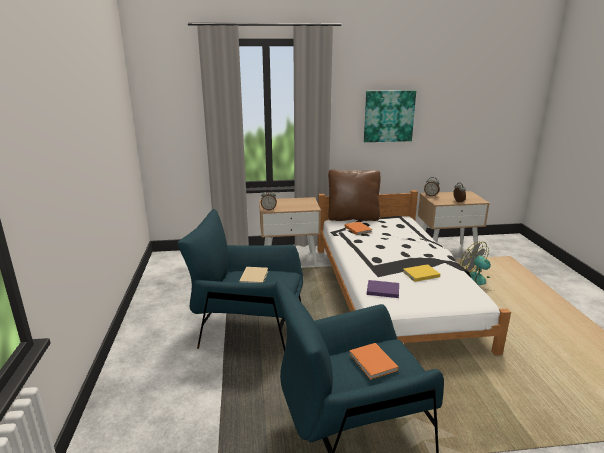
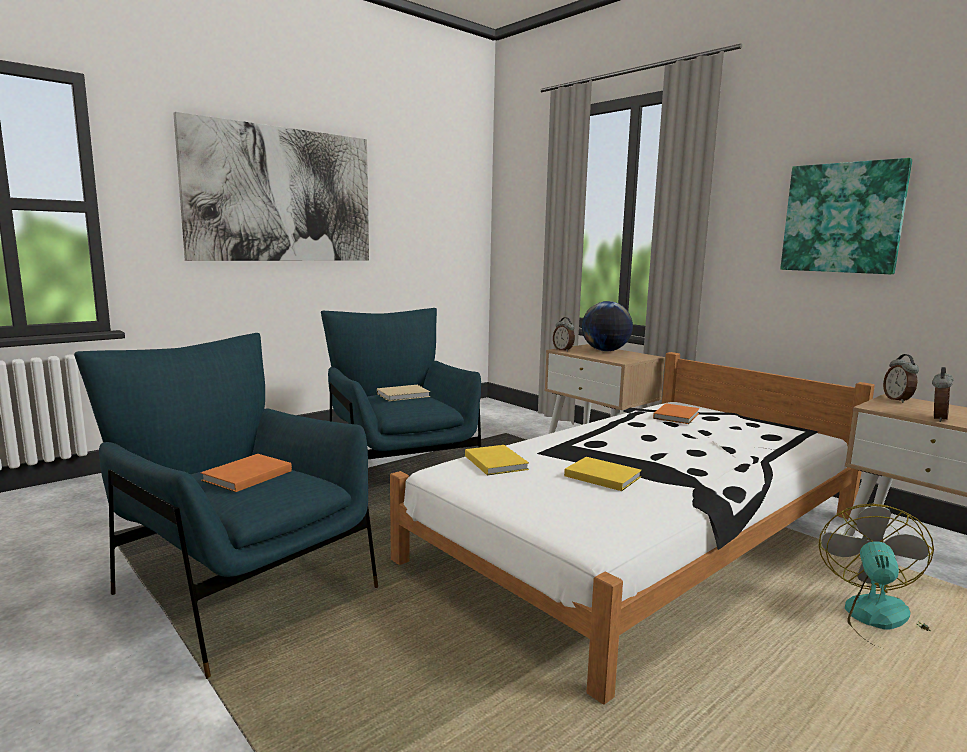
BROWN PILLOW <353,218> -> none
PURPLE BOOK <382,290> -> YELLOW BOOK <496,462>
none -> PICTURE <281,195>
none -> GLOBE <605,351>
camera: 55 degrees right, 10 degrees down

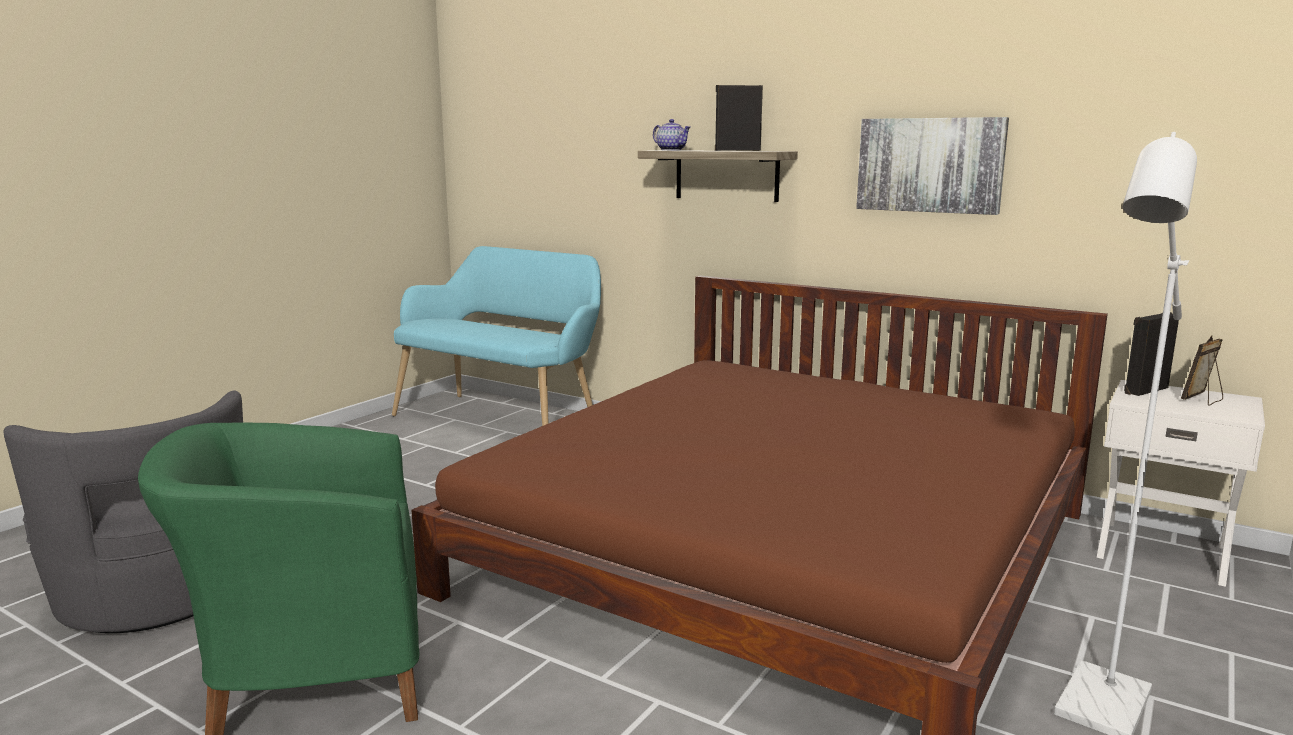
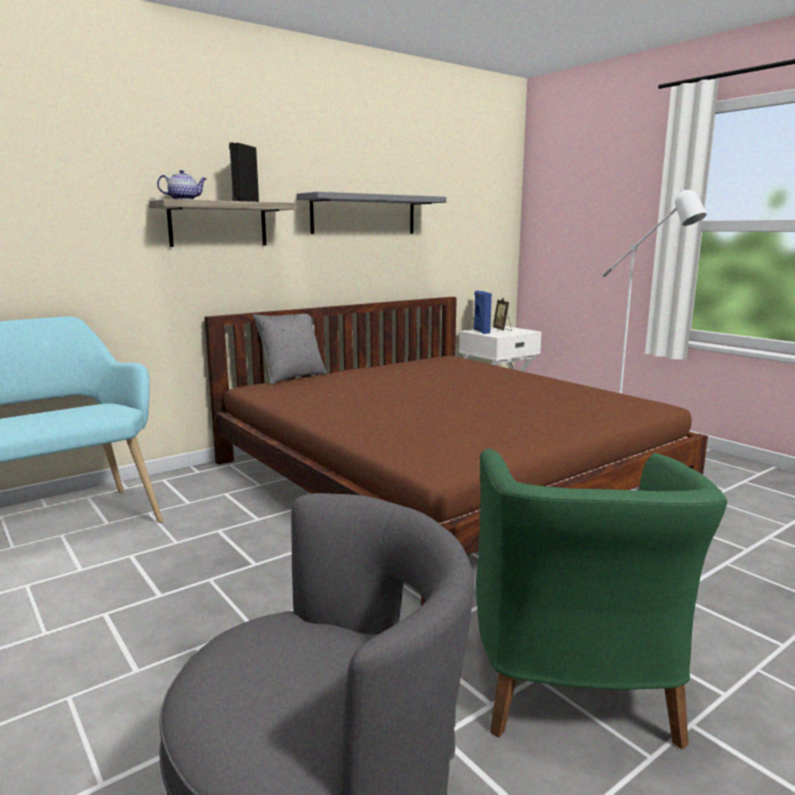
PICTURE <930,165> -> GREY SHELF <364,215>
BLACK SPEAKER <1144,390> -> BLUE SPEAKER <481,331>
none -> GREY PILLOW <292,377>
camera: 70 degrees left, 0 degrees up

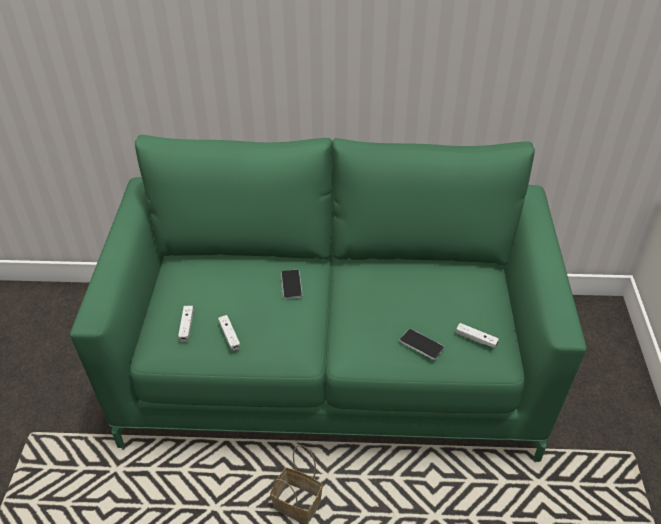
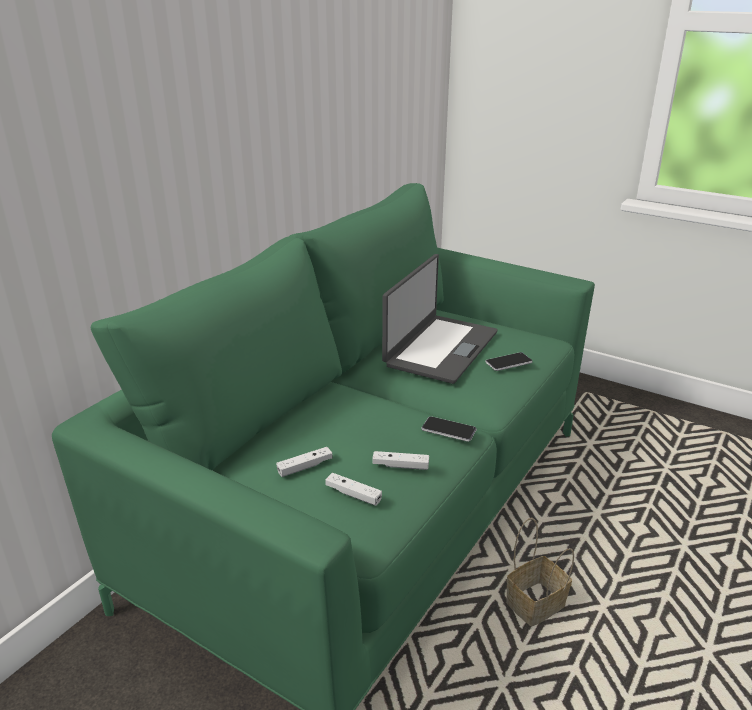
PHONE <291,284> -> PHONE <448,430>, shifted
WHITE GAME CONTROLLER <476,339> -> WHITE GAME CONTROLLER <305,467>, shifted
none -> LAPTOP <440,348>
camera: 60 degrees left, 15 degrees down

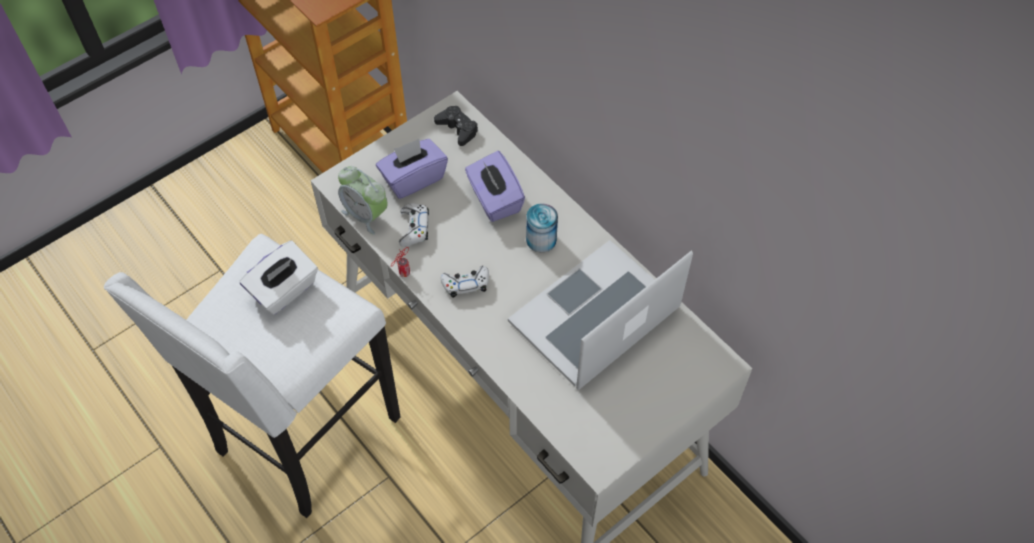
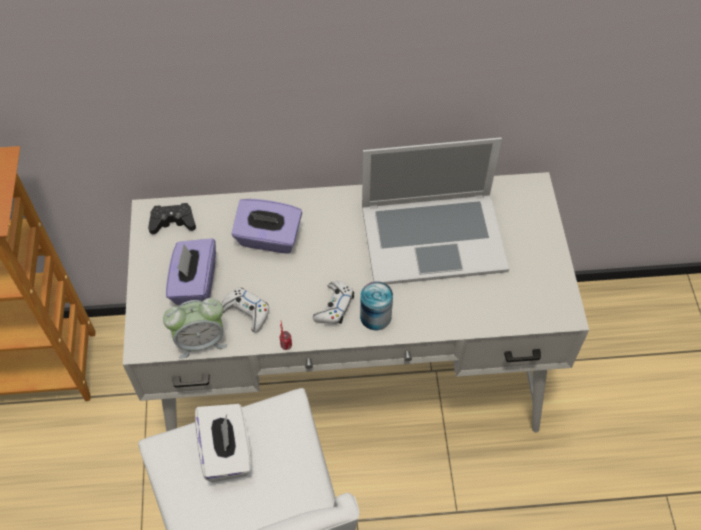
CAN <541,239> -> CAN <375,316>, shifted
LAPTOP <595,315> -> LAPTOP <433,237>, 90 degrees counterclockwise
camera: 55 degrees left, 0 degrees up

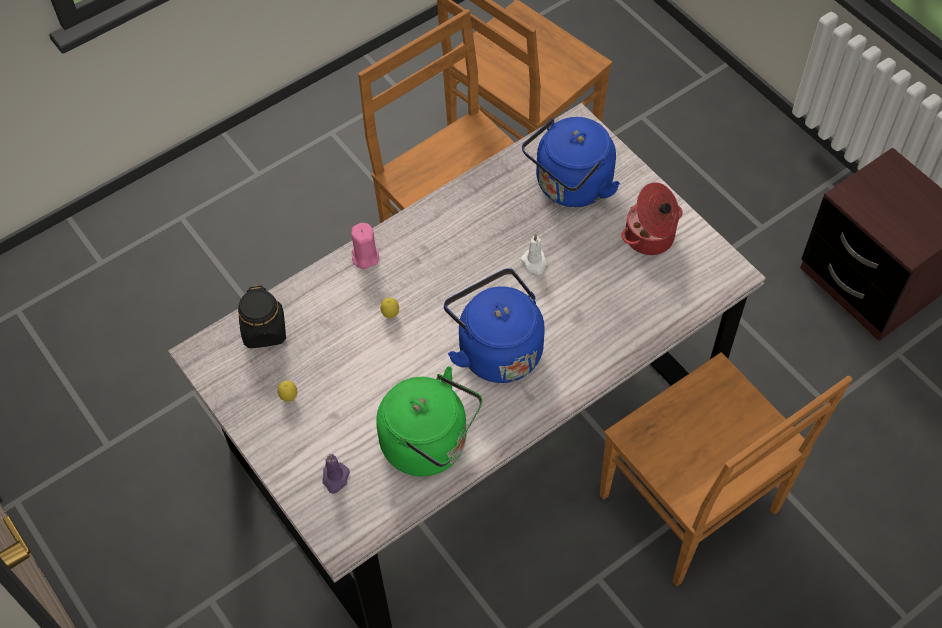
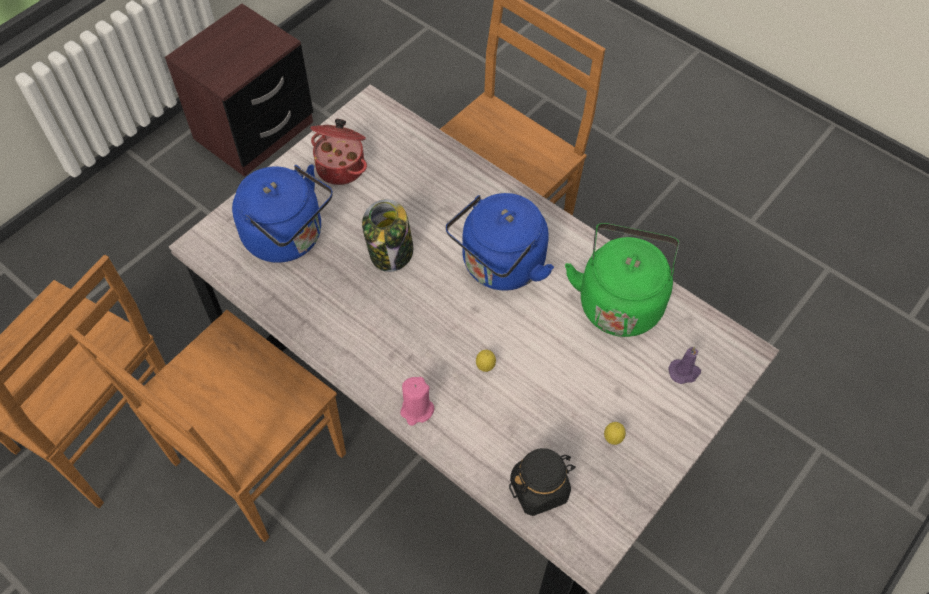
WHITE CANDLE <534,263> -> JAR <391,253>
camera: 105 degrees left, 0 degrees up

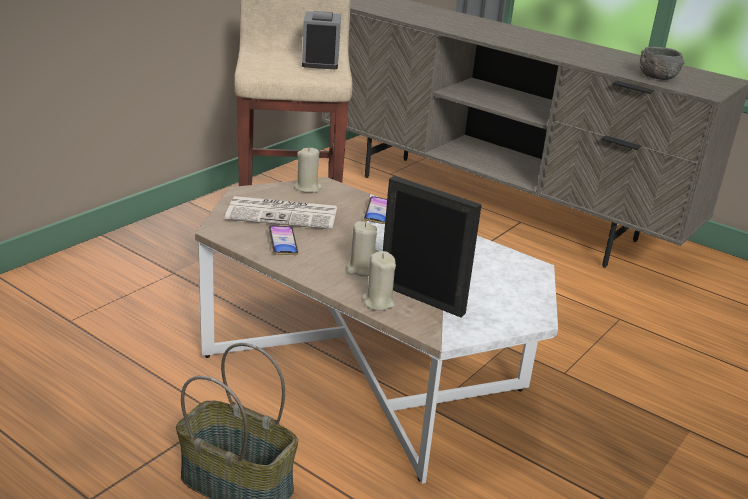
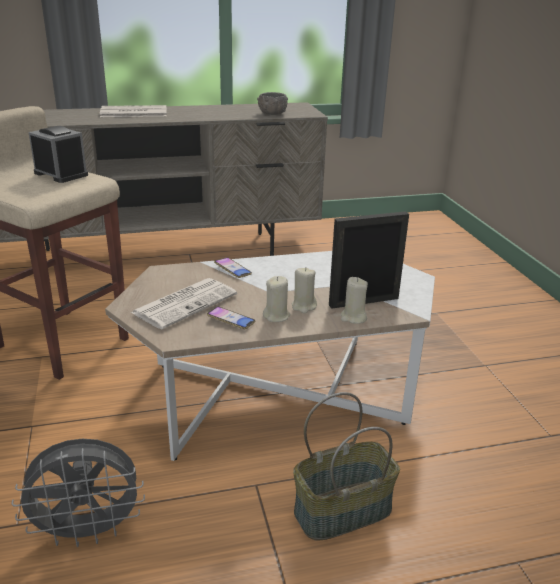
BEIGE CANDLE <307,188> -> BEIGE CANDLE <276,316>, shifted
none -> NEWSPAPER <133,113>
none -> GREY FAN <89,531>
camera: 50 degrees left, 0 degrees up

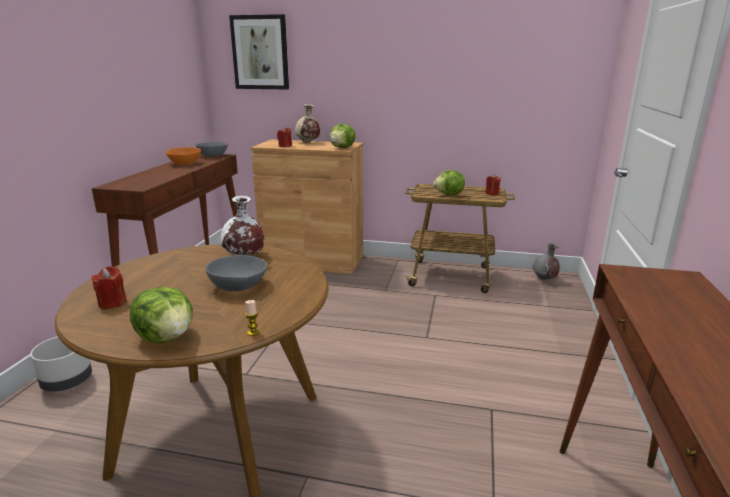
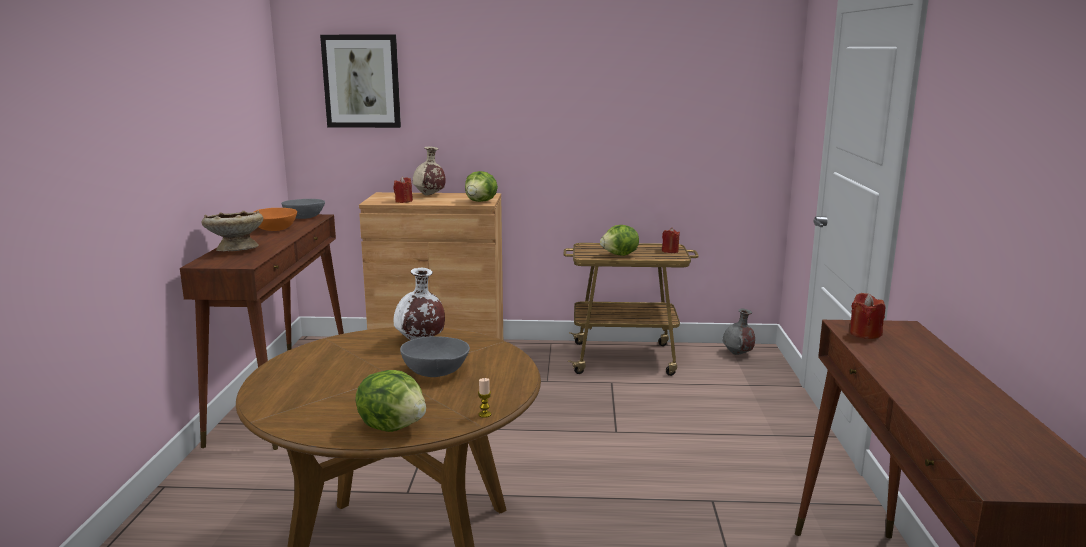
RED CANDLE <112,303> -> RED CANDLE <865,334>, shifted
GREY PLANTER <67,382> -> none
none -> BEIGE BOWL <235,250>
camera: 10 degrees left, 5 degrees down

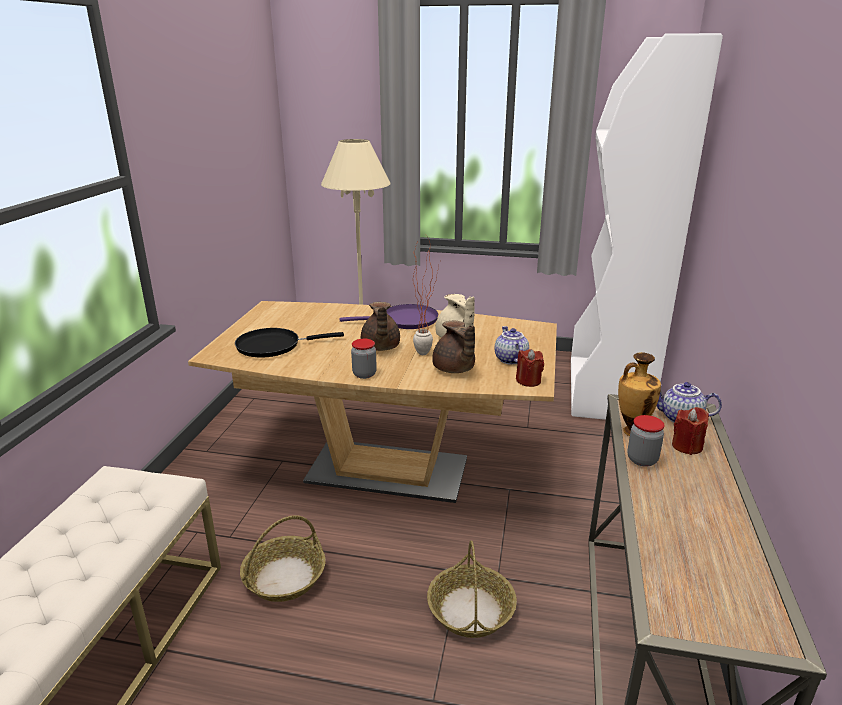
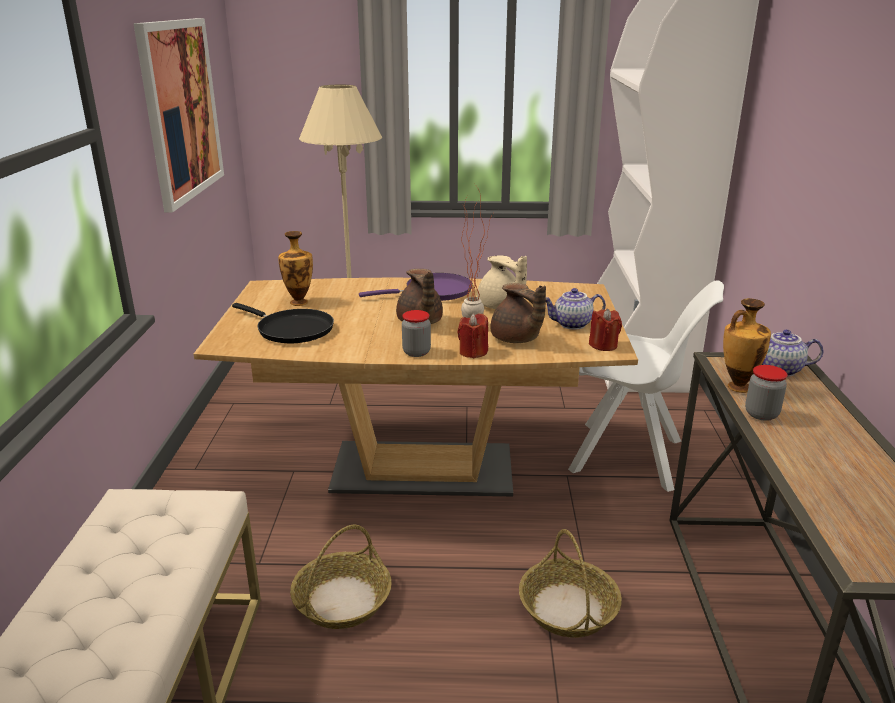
TEAPOT <509,359> -> TEAPOT <572,325>, 75 degrees counterclockwise
BLACK FRYING PAN <273,346> -> BLACK FRYING PAN <291,329>, 120 degrees counterclockwise
RED CANDLE <687,446> -> RED CANDLE <473,352>, shifted
none -> PICTURE <181,110>
none -> VASE <299,302>
none -> WHITE CHAIR <630,457>
camera: 10 degrees left, 0 degrees up

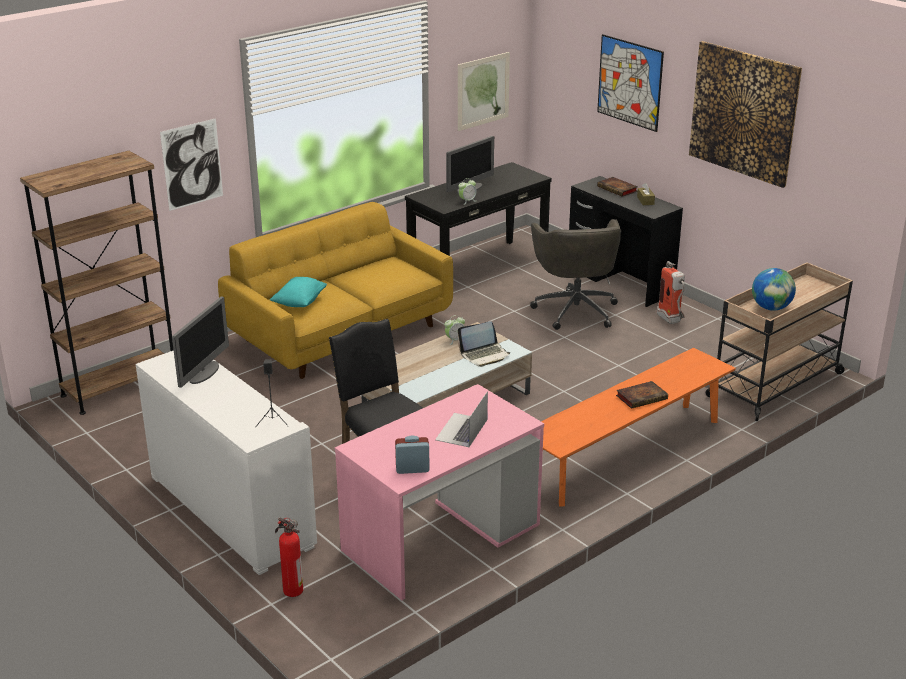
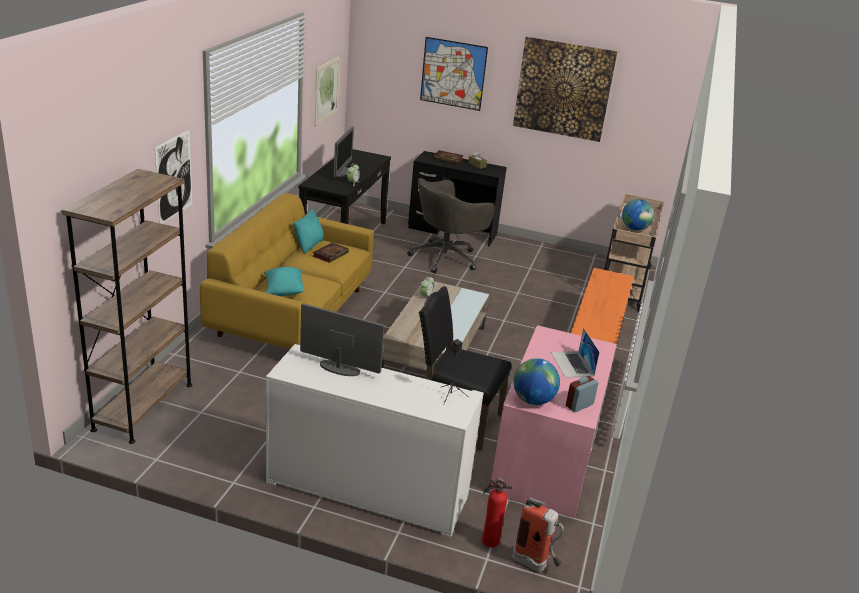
GREY OFFICE CHAIR <575,310> -> GREY OFFICE CHAIR <446,257>, 90 degrees clockwise
FIRE EXTINGUISHER <671,321> -> FIRE EXTINGUISHER <536,565>, shifted
MONITOR <204,373> -> MONITOR <339,368>, 60 degrees counterclockwise
LAPTOP <484,355> -> none
BOOK <642,397> -> BOOK <331,254>, shifted
none -> TURQUOISE PILLOW <309,245>
none -> GLOBE <533,400>
camera: 35 degrees left, 0 degrees up

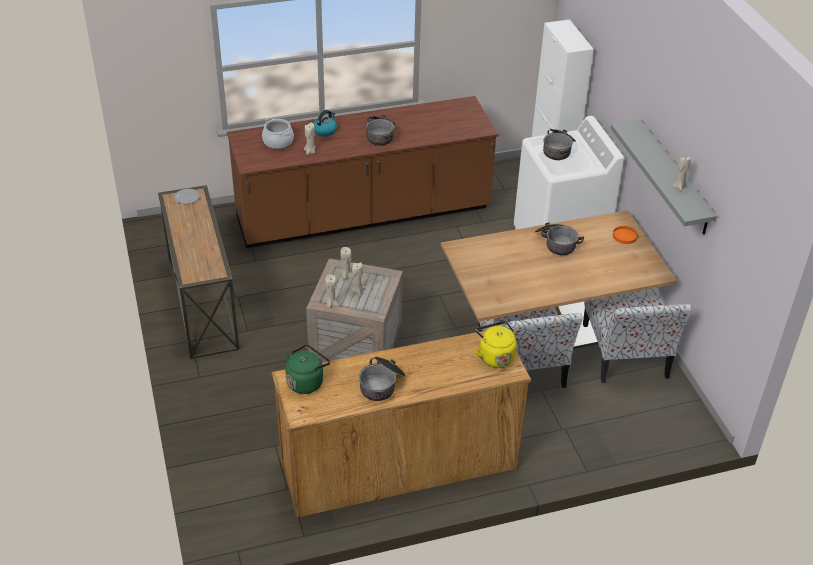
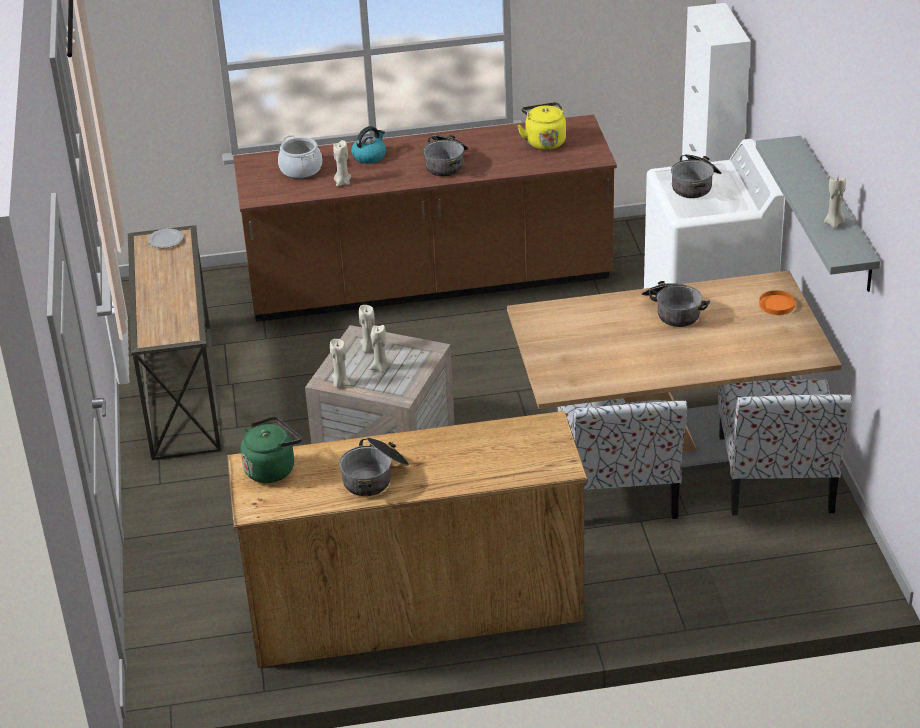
YELLOW KETTLE <495,356> -> YELLOW KETTLE <544,141>, shifted
camera: 10 degrees right, 5 degrees down

